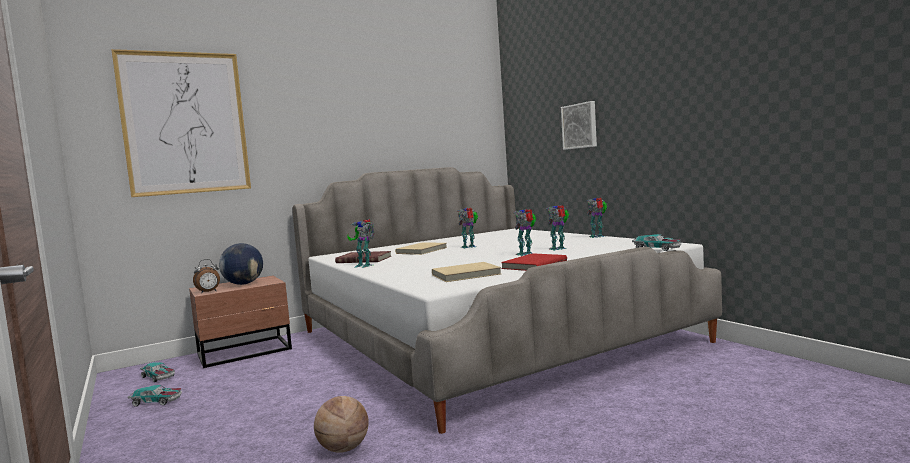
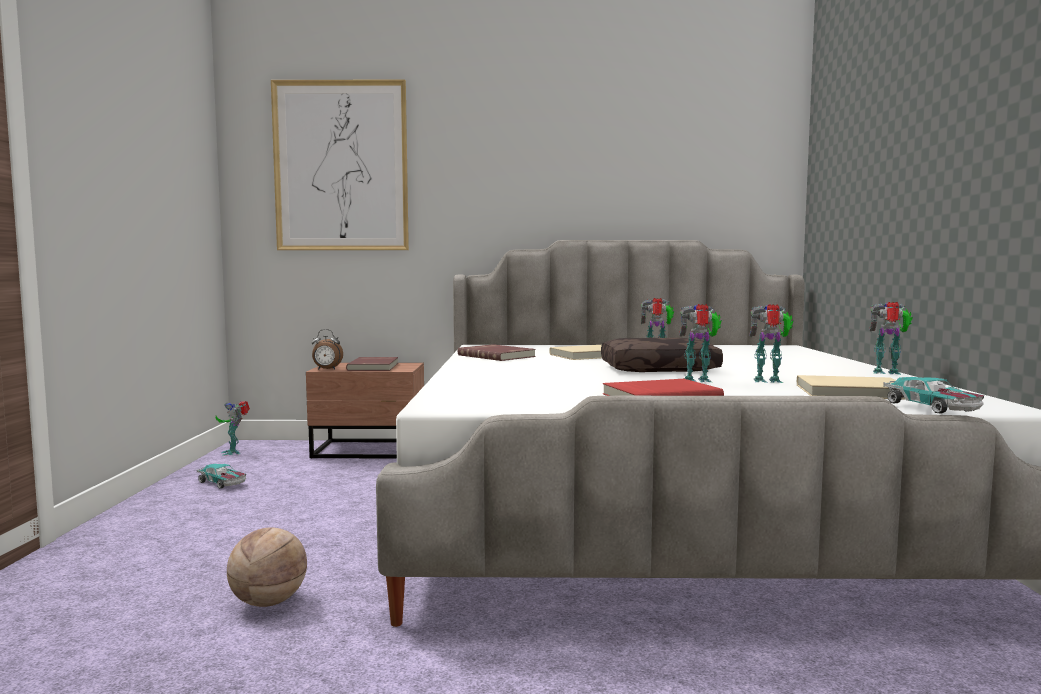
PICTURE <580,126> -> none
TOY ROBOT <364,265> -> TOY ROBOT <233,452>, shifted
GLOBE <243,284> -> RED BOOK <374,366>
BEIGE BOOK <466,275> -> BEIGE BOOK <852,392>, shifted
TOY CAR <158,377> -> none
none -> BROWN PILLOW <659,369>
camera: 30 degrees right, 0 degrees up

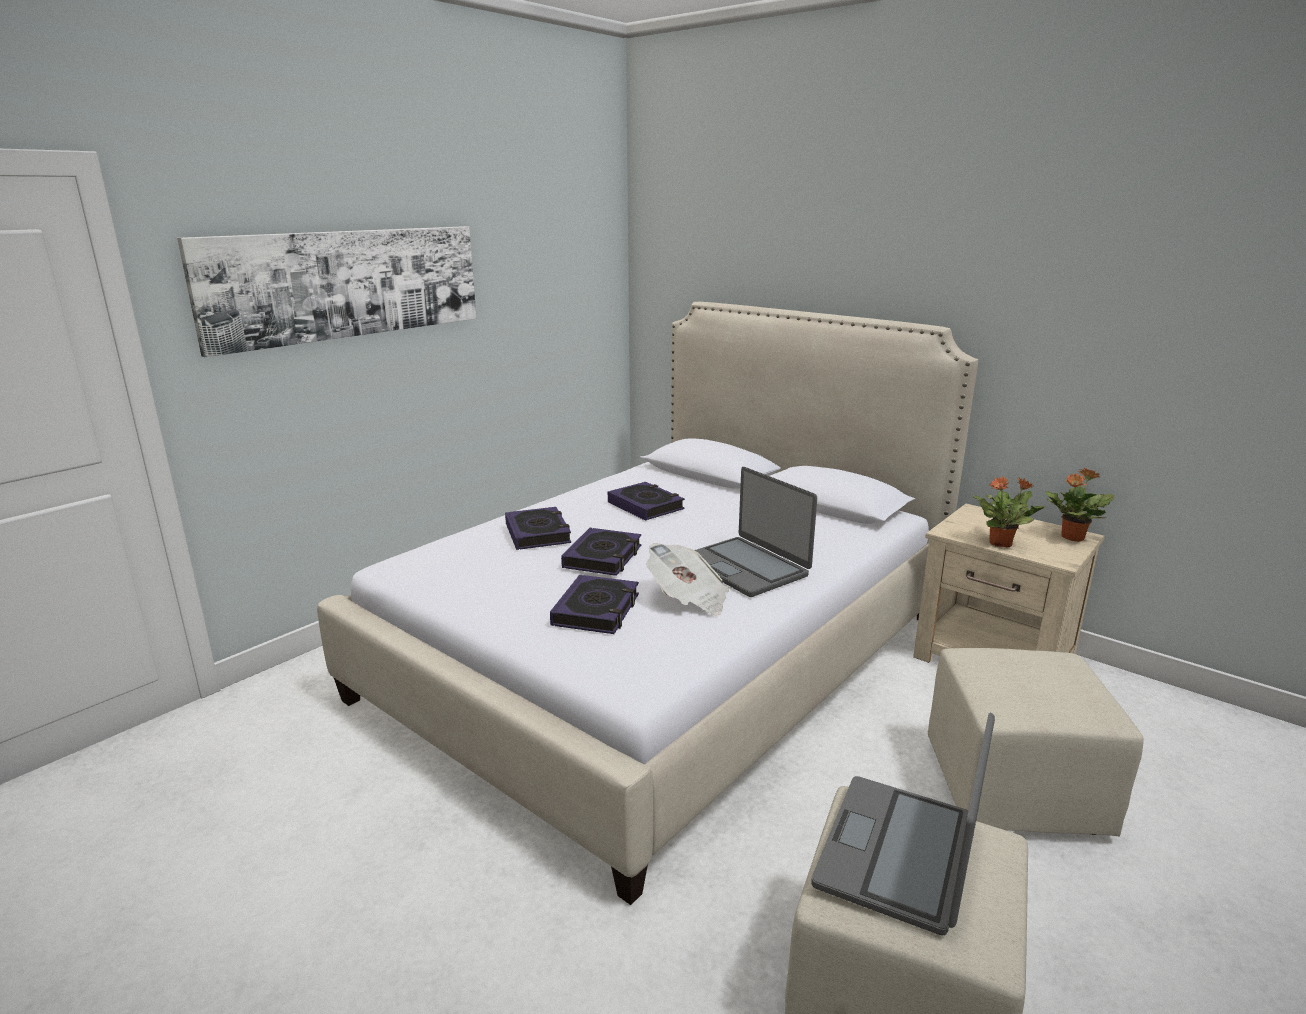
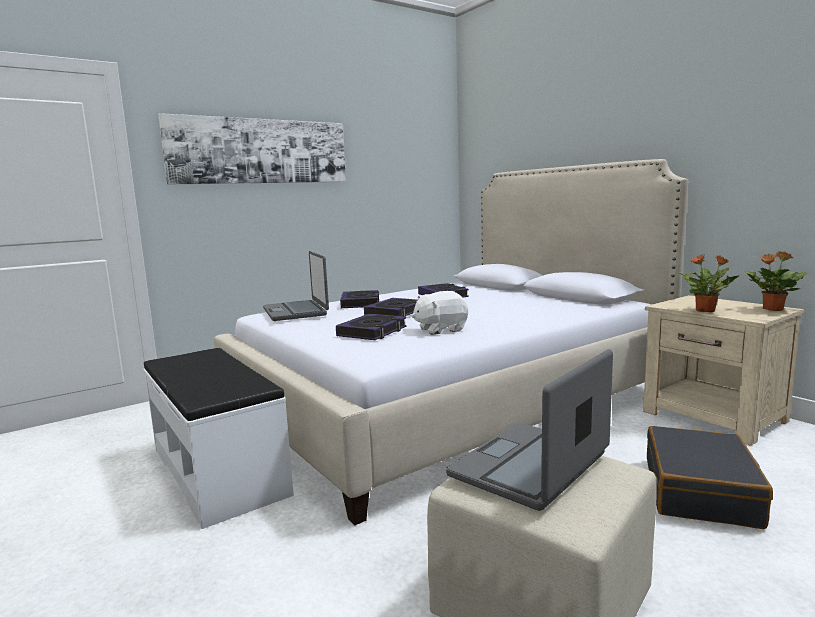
LAPTOP <746,567> -> LAPTOP <296,312>, shifted
NEWSPAPER <688,599> -> WHITE PLUSH TOY <440,330>
BEIGE OTTOMAN <1012,787> -> BLACK SUITCASE <701,491>
none -> WHITE BENCH <219,470>
camera: 15 degrees right, 10 degrees down

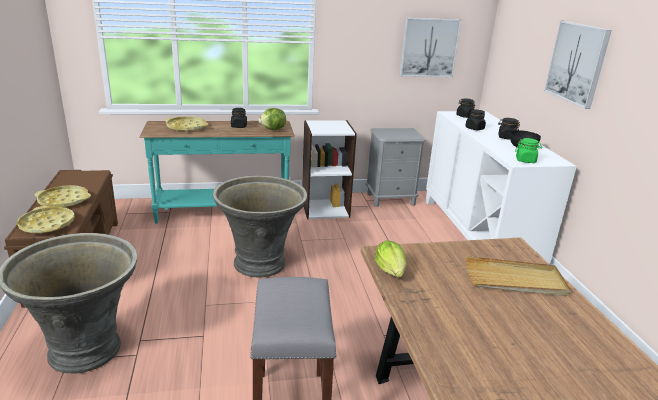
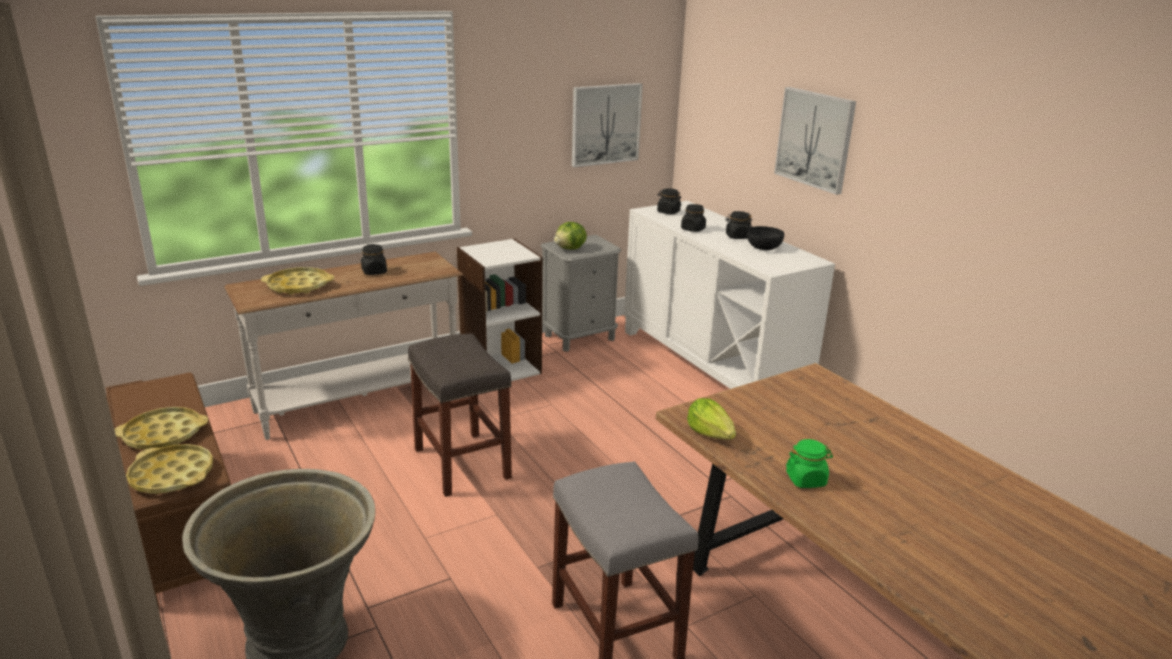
LETTUCE <273,129> -> LETTUCE <570,249>, shifted
TURQUOISE CONSOLE TABLE <223,213> -> WHITE CONSOLE TABLE <359,403>
GREEN JAR <525,160> -> GREEN JAR <806,479>, shifted
GREY PLANTER <261,264> -> GREY STOOL <463,464>
BEIGE TRAY <515,280> -> none
camera: 20 degrees left, 0 degrees up

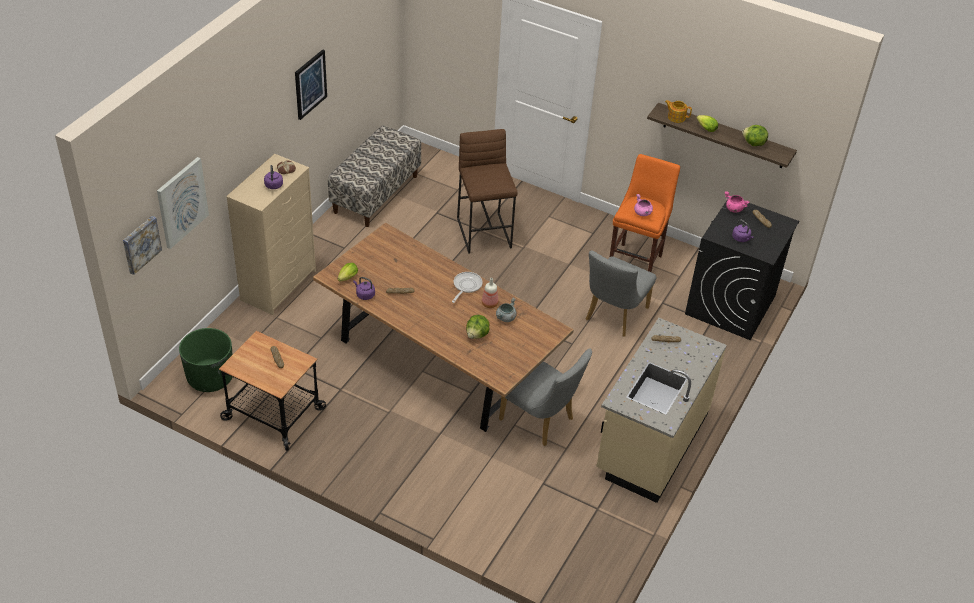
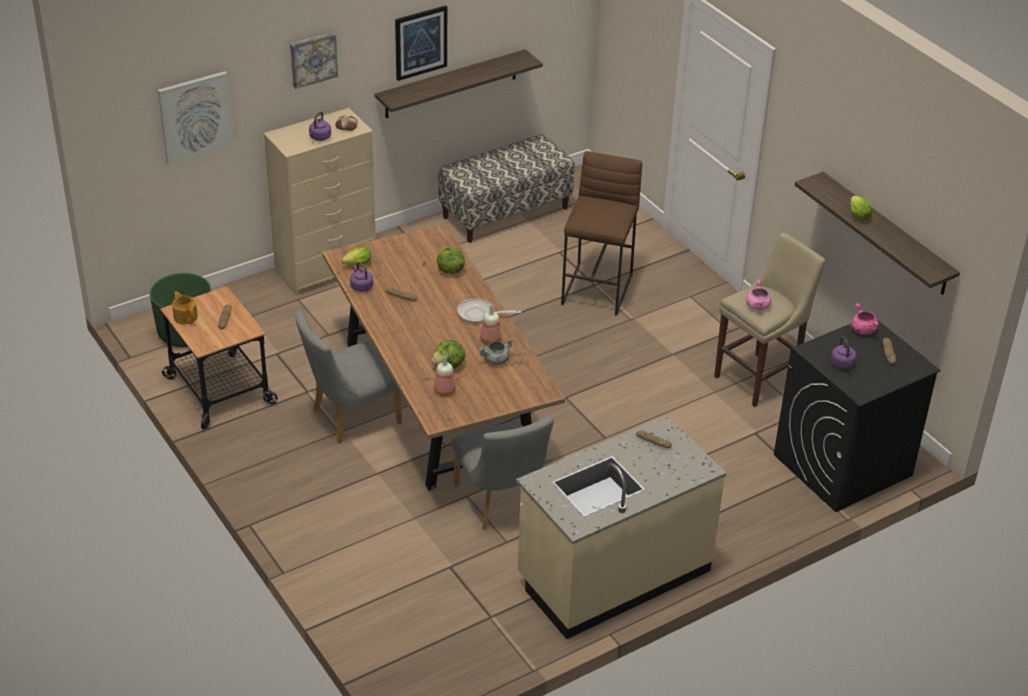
TEAPOT <676,117> -> TEAPOT <185,316>, shifted
LETTUCE <753,143> -> LETTUCE <449,270>, shifted
ORANGE STOOL <636,261> -> BEIGE STOOL <759,378>
PICTURE <140,244> -> PICTURE <313,59>, shifted
GREY CHAIR <613,316> -> GREY CHAIR <350,418>, shifted
FRYING PAN <466,286> -> FRYING PAN <479,314>, 135 degrees counterclockwise
none -> SHELF <451,84>
none -> BOTTLE <444,391>
camera: 30 degrees right, 5 degrees down

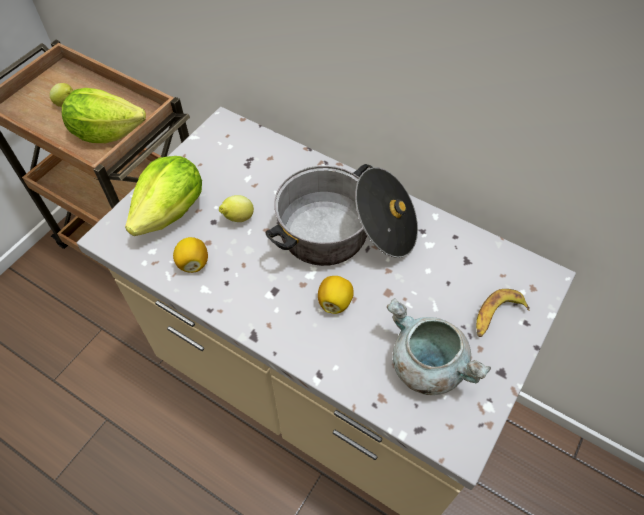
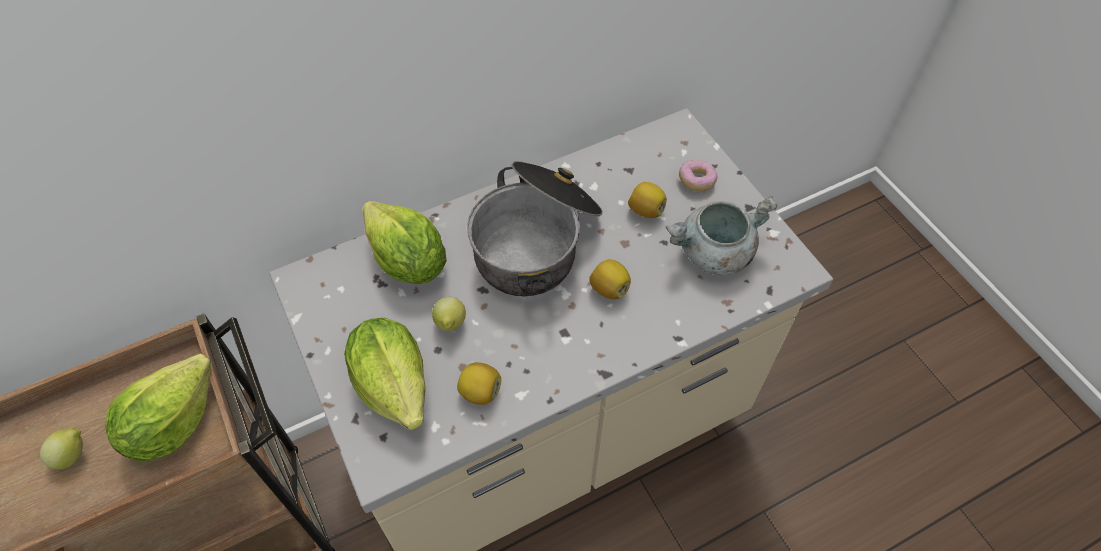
BANANA <496,316> -> DONUT <696,181>
none -> LEMON <645,210>
none -> LETTUCE <407,262>
camera: 60 degrees left, 0 degrees up

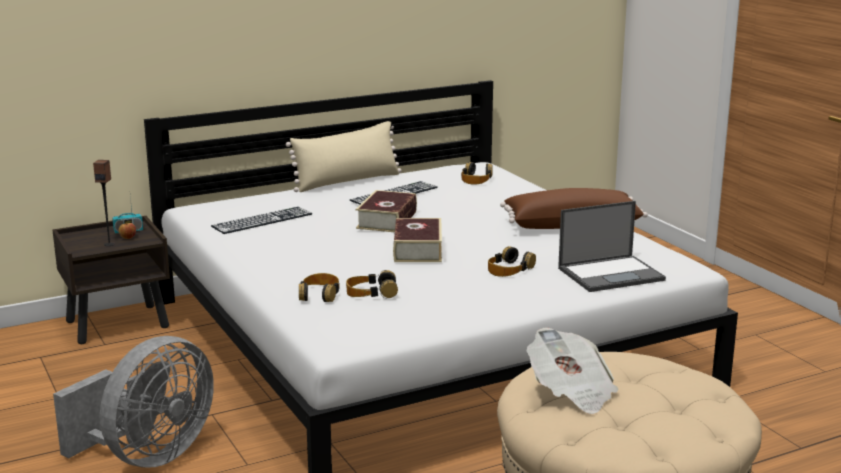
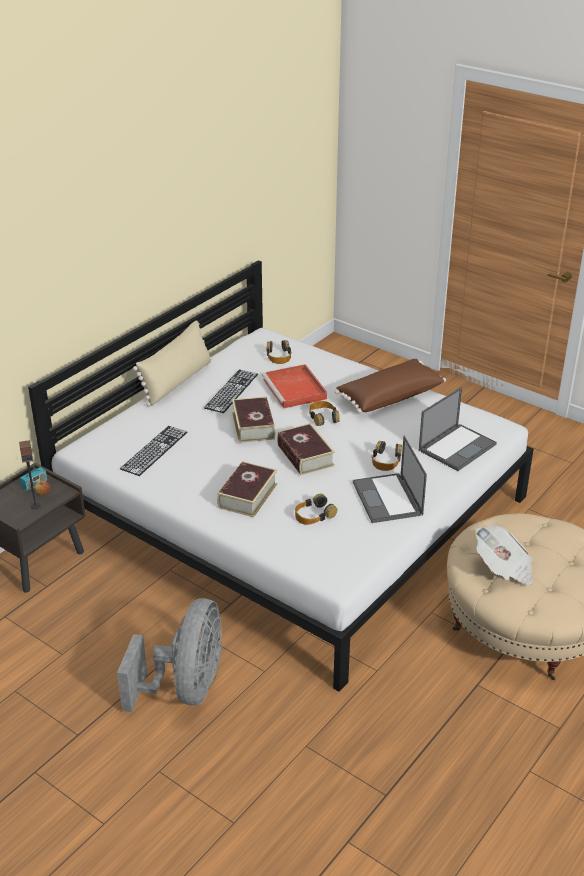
HEADPHONES <319,294> -> HEADPHONES <323,417>, shifted
none -> RED TRAY <295,389>
none -> LAPTOP <388,499>
none -> BOOK <247,495>
camera: 25 degrees left, 15 degrees up

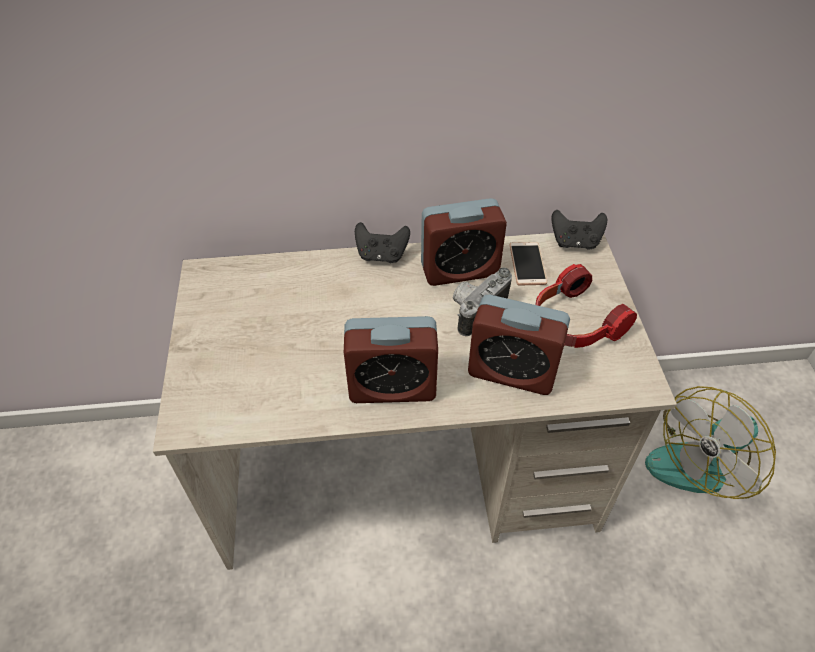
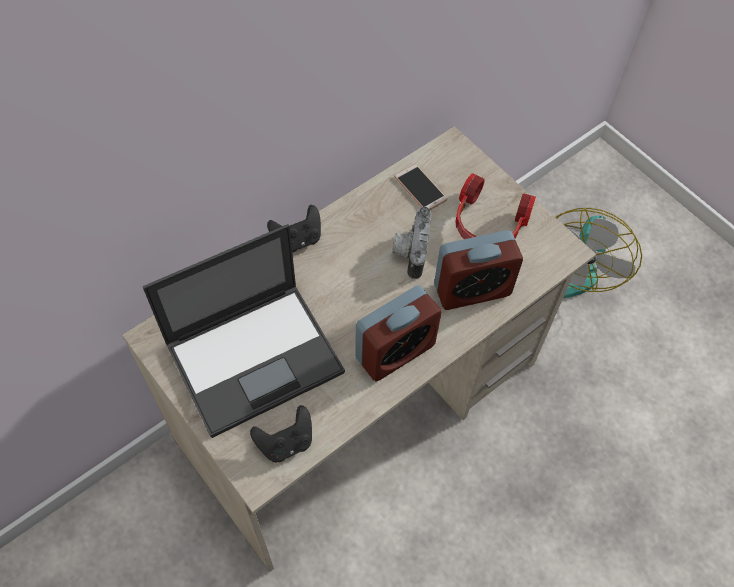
ALARM CLOCK <459,270> -> none
BLACK GAME CONTROLLER <575,242> -> BLACK GAME CONTROLLER <286,442>, shifted
none -> LAPTOP <256,356>
camera: 35 degrees left, 10 degrees up

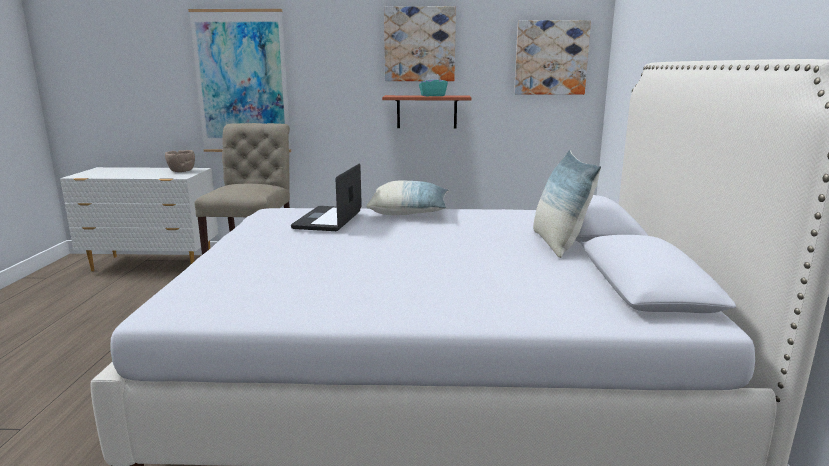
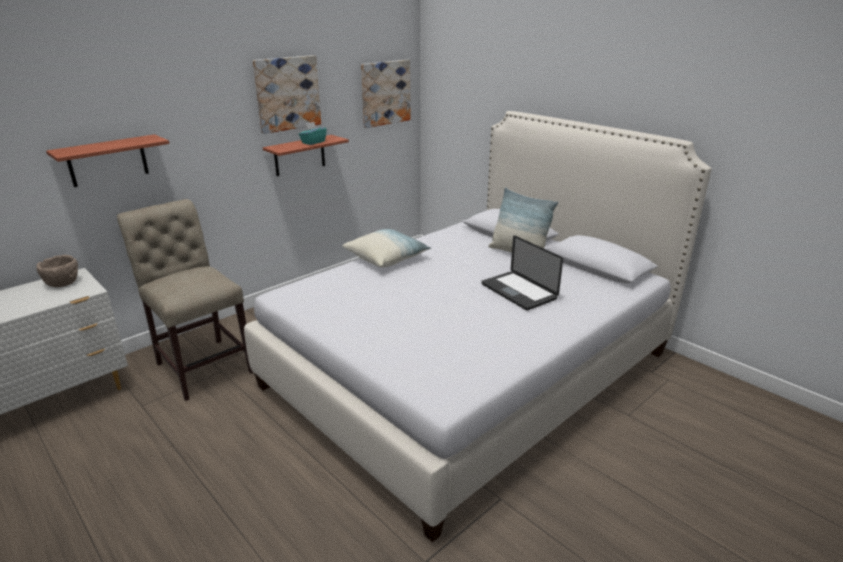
PICTURE <242,82> -> SHELF <107,161>
LAPTOP <328,220> -> LAPTOP <518,291>, shifted
camera: 45 degrees left, 10 degrees up

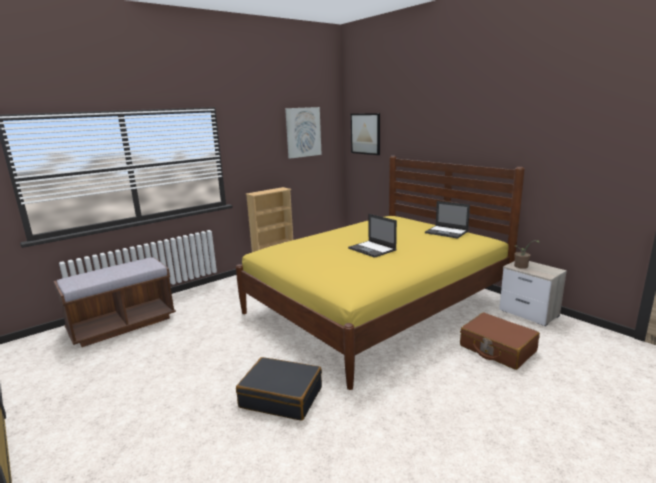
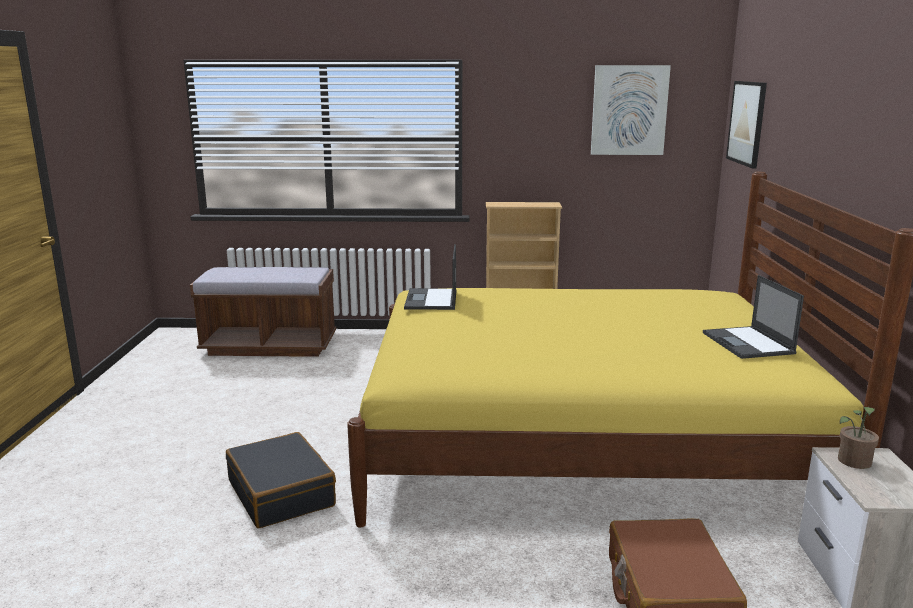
LAPTOP <372,249> -> LAPTOP <431,300>, shifted
camera: 40 degrees right, 0 degrees up

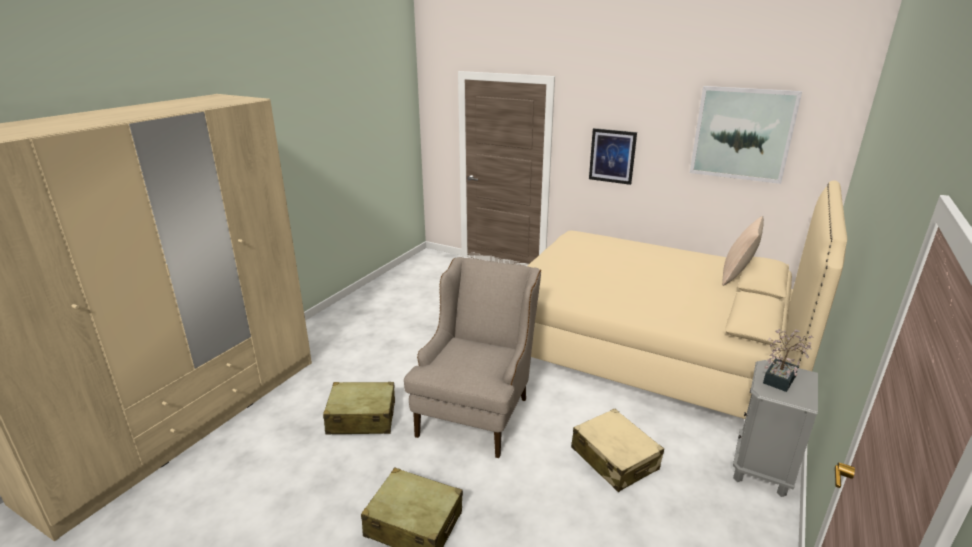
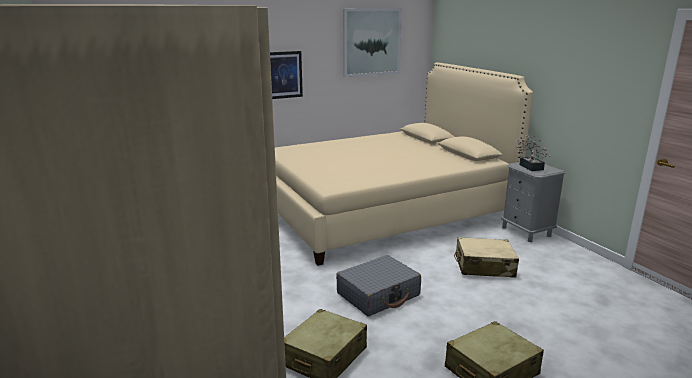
BEIGE PILLOW <737,276> -> none
BEIGE ARMCHAIR <477,408> -> GREY SUITCASE <378,294>
camera: 55 degrees left, 5 degrees down

